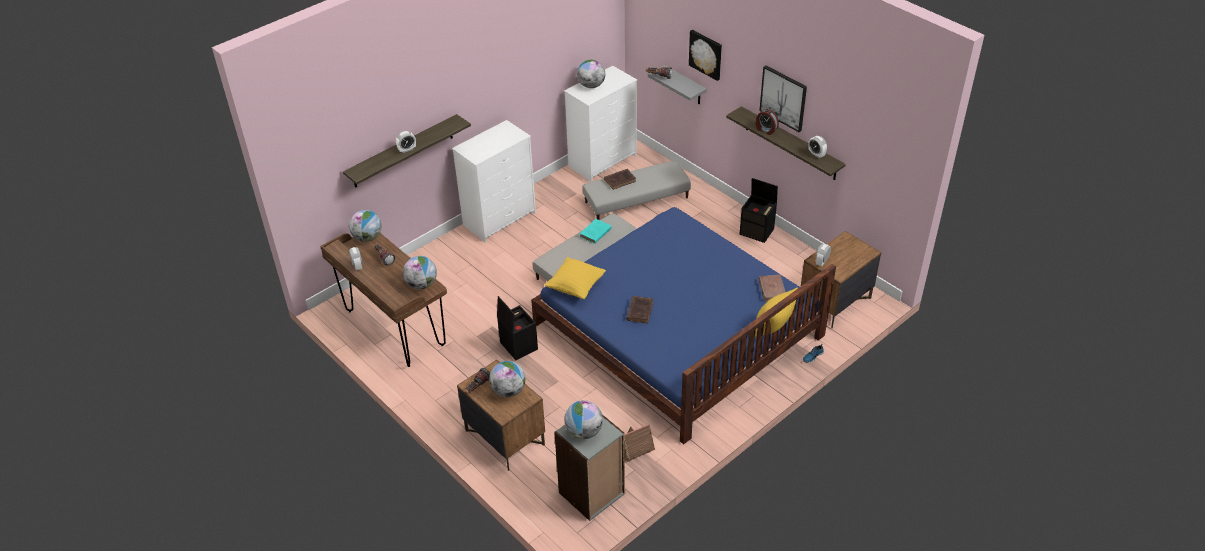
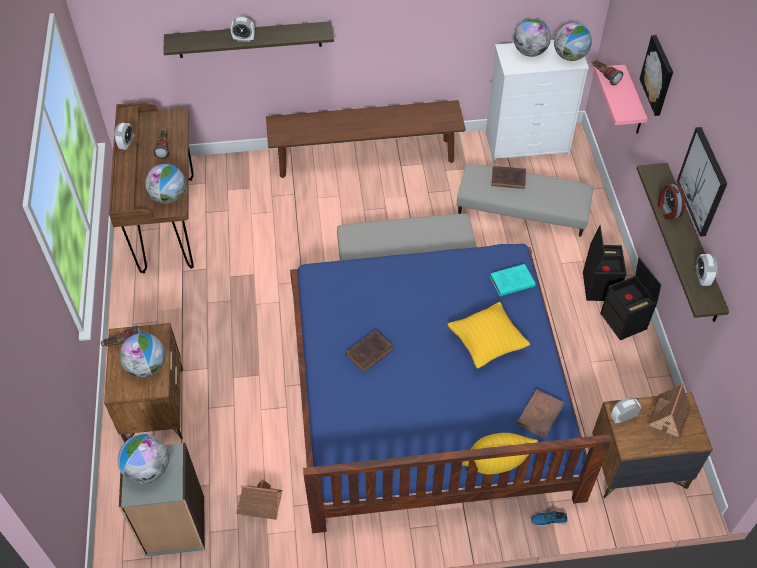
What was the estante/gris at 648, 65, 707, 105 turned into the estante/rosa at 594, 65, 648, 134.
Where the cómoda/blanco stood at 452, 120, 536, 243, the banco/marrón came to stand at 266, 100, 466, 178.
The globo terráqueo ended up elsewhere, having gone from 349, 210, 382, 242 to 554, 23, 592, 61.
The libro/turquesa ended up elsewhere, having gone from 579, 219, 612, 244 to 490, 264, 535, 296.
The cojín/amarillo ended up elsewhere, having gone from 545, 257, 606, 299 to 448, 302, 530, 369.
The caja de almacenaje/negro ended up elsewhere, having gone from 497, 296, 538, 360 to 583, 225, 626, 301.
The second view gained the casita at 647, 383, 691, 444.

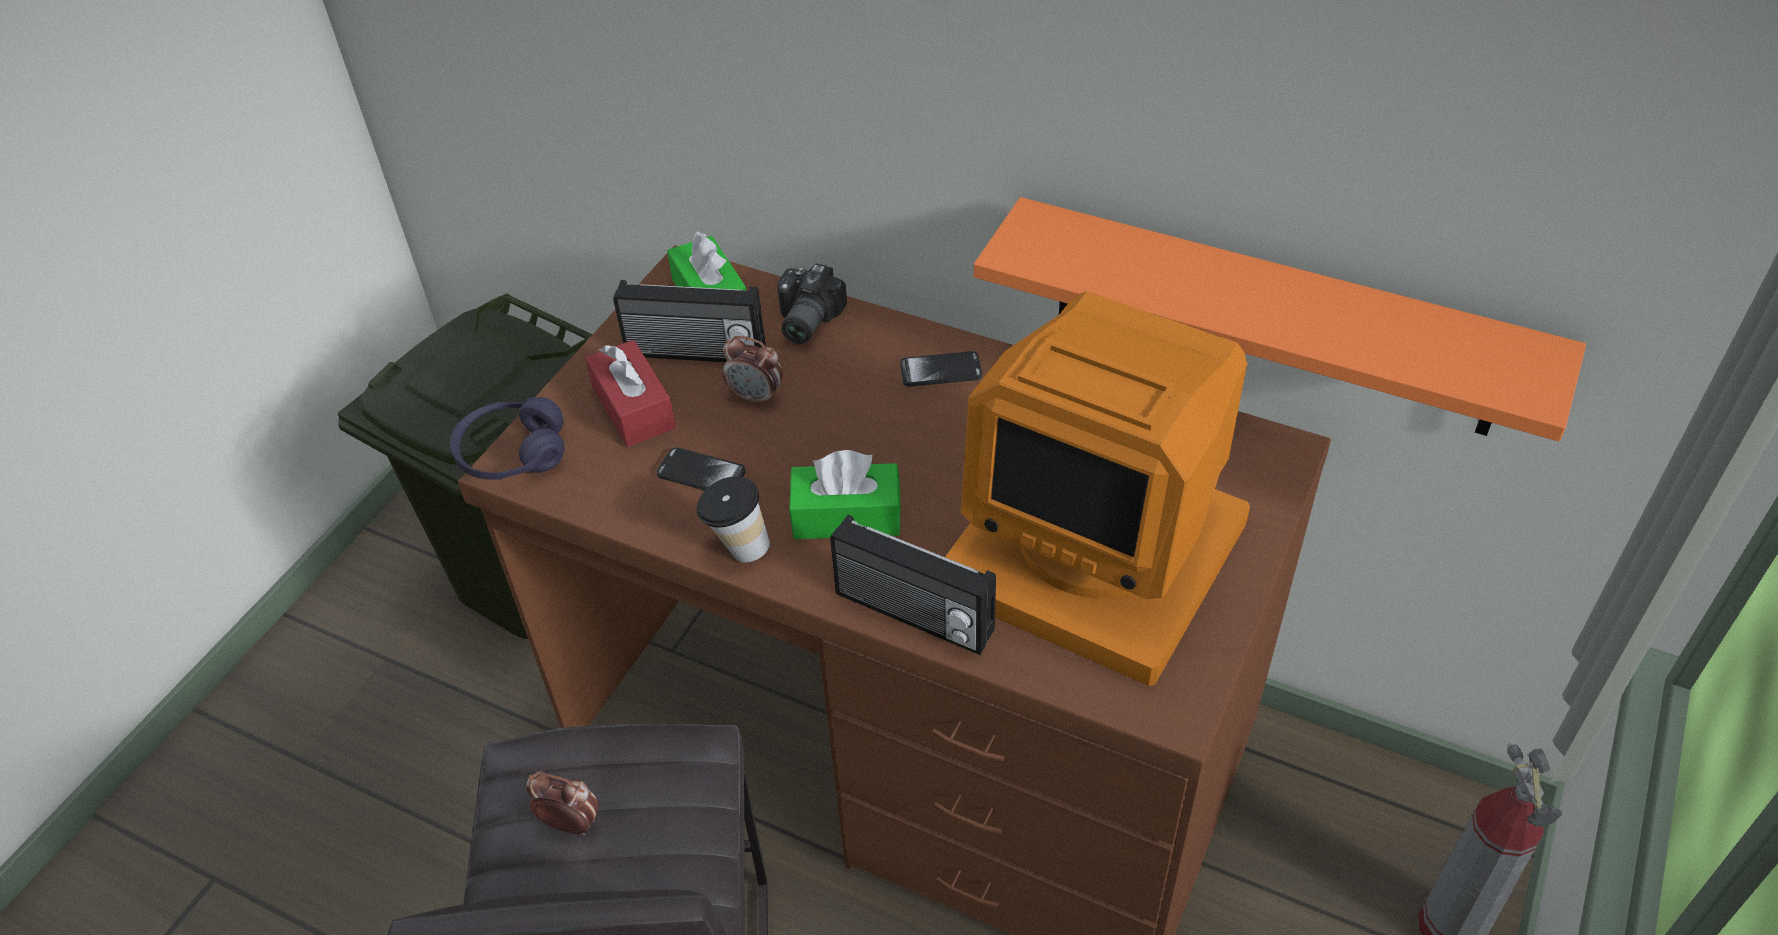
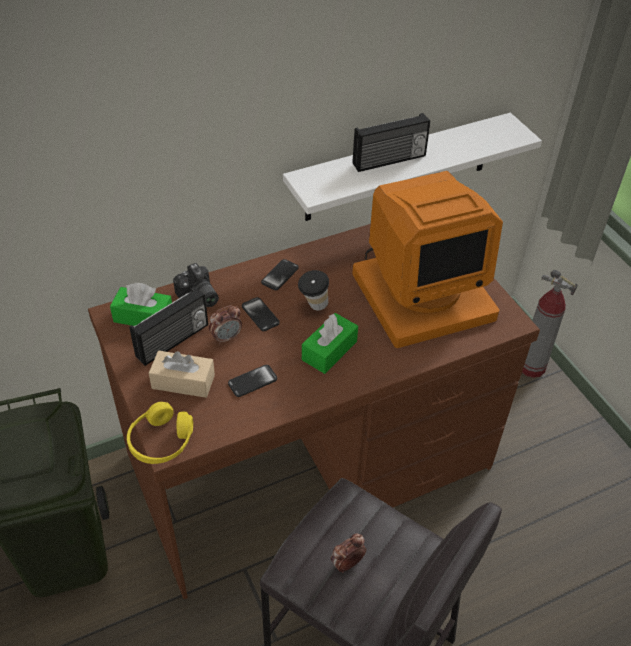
What was the estante/naranja at 974, 197, 1586, 441 turned into the estante/blanco at 283, 113, 542, 221.
What was the caja de pañuelos/rojo at 585, 340, 676, 447 turned into the caja de pañuelos/beis at 149, 351, 215, 398.
What was the auriculares/morado at 450, 397, 565, 480 turned into the auriculares/amarillo at 127, 402, 193, 464.
The taza ended up elsewhere, having gone from 697, 476, 770, 563 to 298, 270, 329, 310.
The radio ended up elsewhere, having gone from 830, 515, 996, 655 to 352, 113, 430, 172.
The second view gained the móvil at 242, 297, 279, 331.

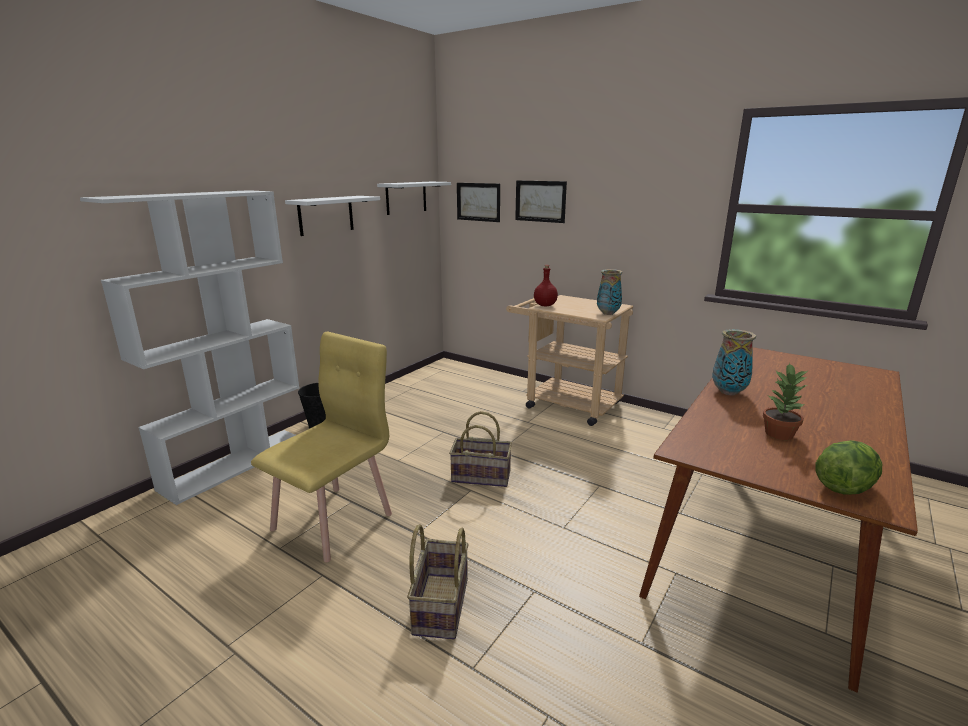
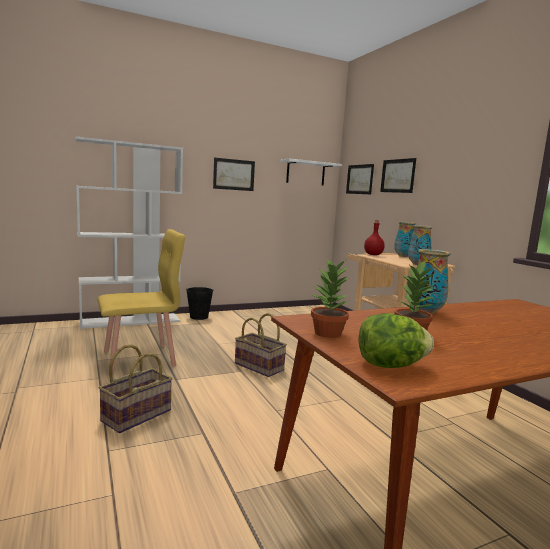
Where the estante/blanco hung at 285, 196, 380, 236, the cuadro came to hang at 213, 158, 255, 191.
The second view gained the florero at 394, 222, 416, 257.
The second view gained the planta en maceta at 311, 259, 349, 338.

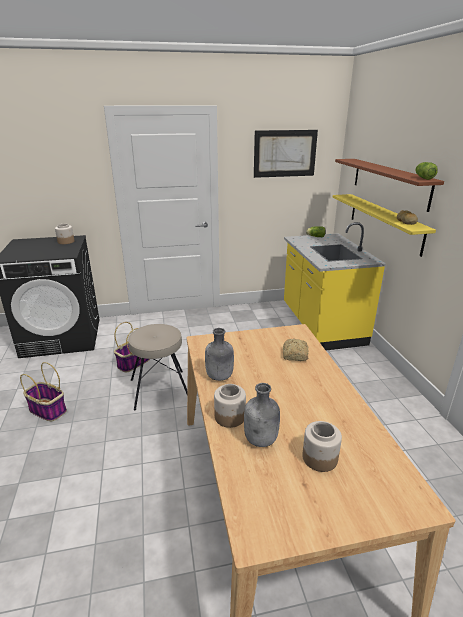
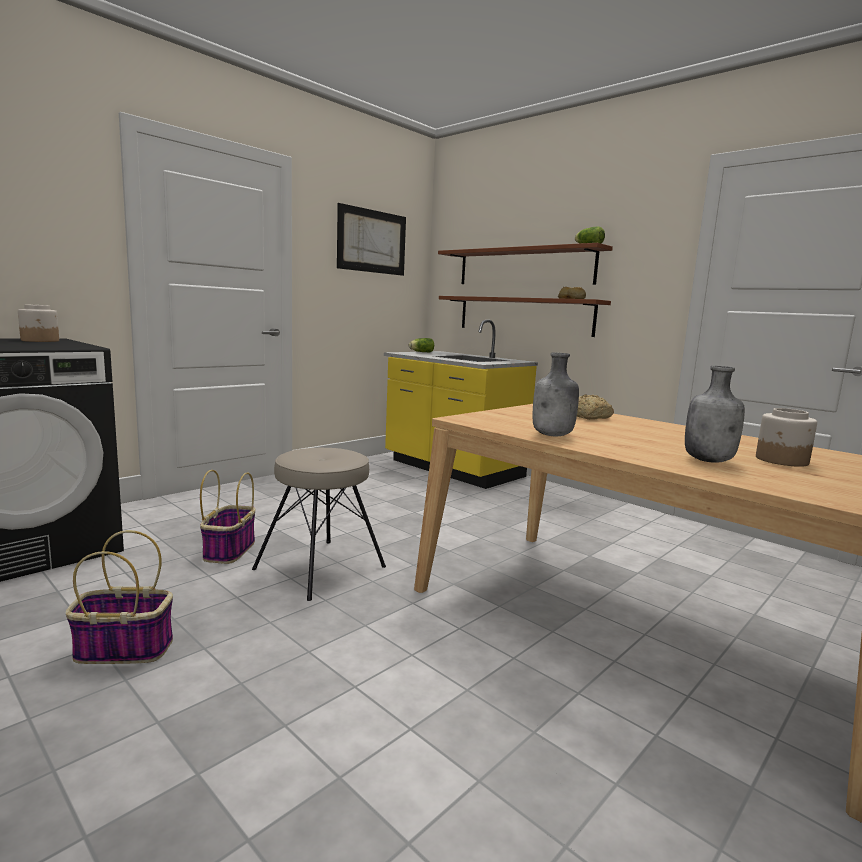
What was the estante/amarillo at 333, 194, 436, 257 turned into the estante/marrón at 439, 296, 611, 337.
The second view lost the tarro at 214, 384, 246, 428.

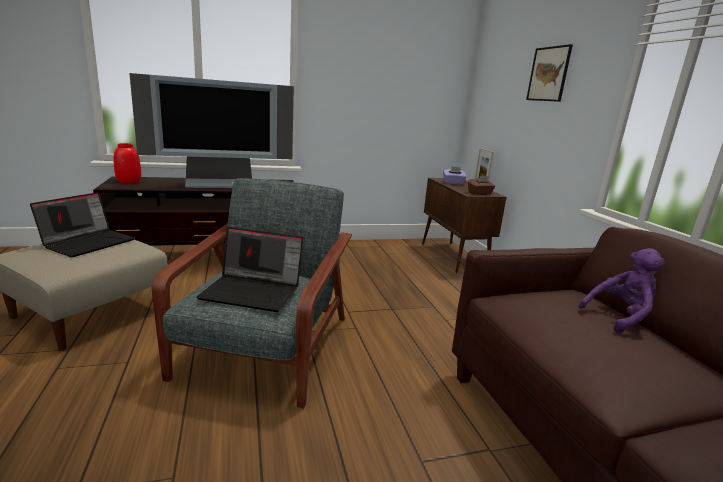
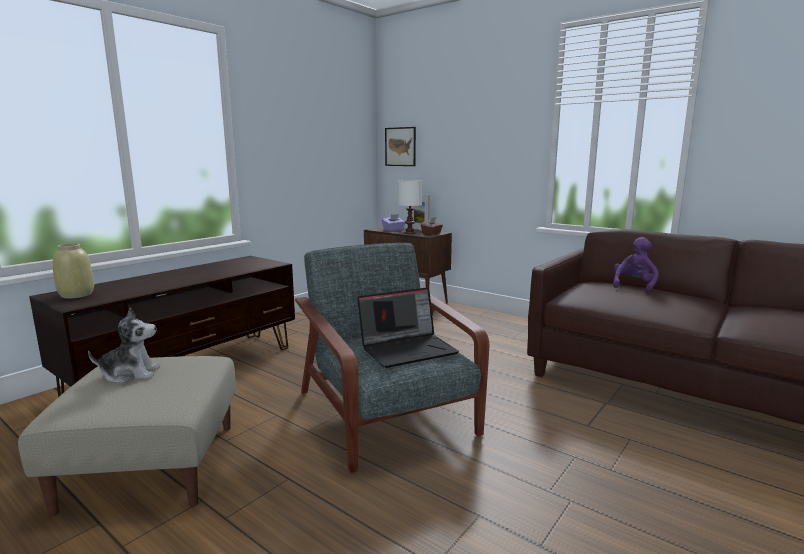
The cuadro ended up elsewhere, having gone from 526, 44, 573, 102 to 385, 127, 416, 166.
The second view lost the televisor at 129, 73, 294, 188.
What was the florero/rojo at 114, 143, 141, 183 turned into the florero/beis at 53, 243, 94, 299.
Where the portátil stood at 30, 192, 135, 257, the peluche came to stand at 88, 307, 160, 383.
The second view gained the lámpara de mesa/blanco at 398, 180, 422, 234.

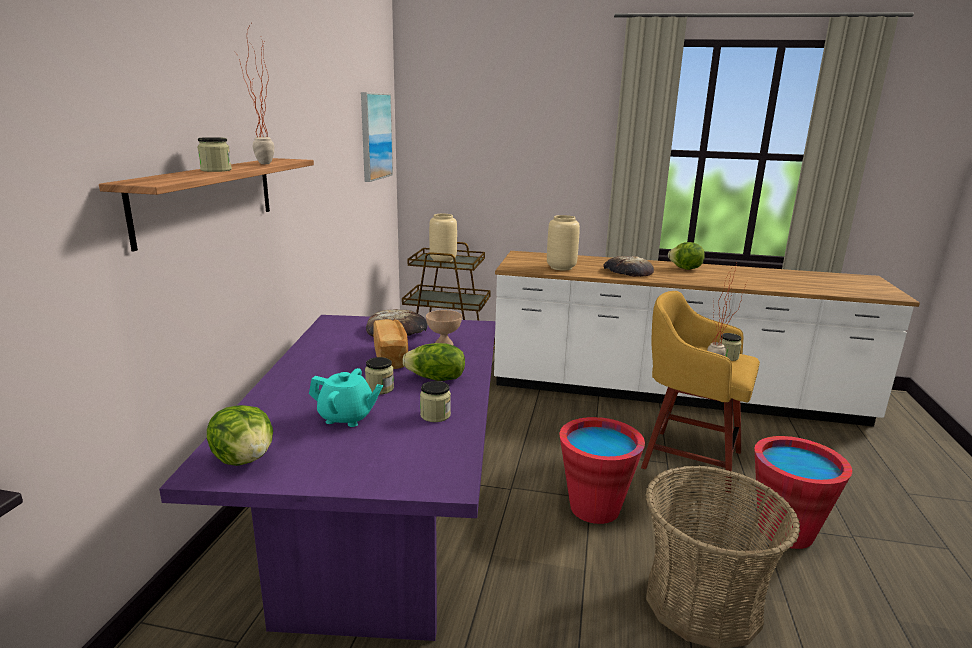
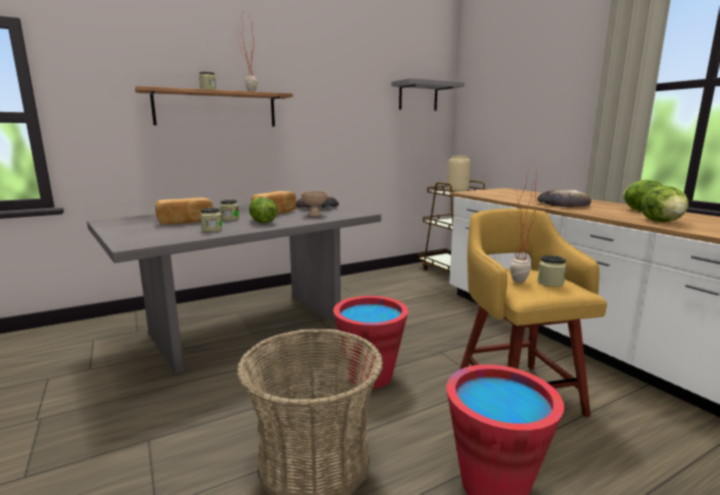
Where the cuadro hung at 361, 92, 393, 182, the estante/gris came to hang at 391, 78, 465, 111.
The second view lost the florero/beis at 547, 215, 580, 271.
What was the mesa de comedor/morado at 159, 315, 495, 641 turned into the mesa de comedor/gris at 87, 200, 381, 374.
Where the tetera/turquesa stood at 309, 368, 383, 427, the pan came to stand at 155, 198, 213, 224.
The lechuga ended up elsewhere, having gone from 207, 405, 273, 466 to 641, 186, 689, 222.

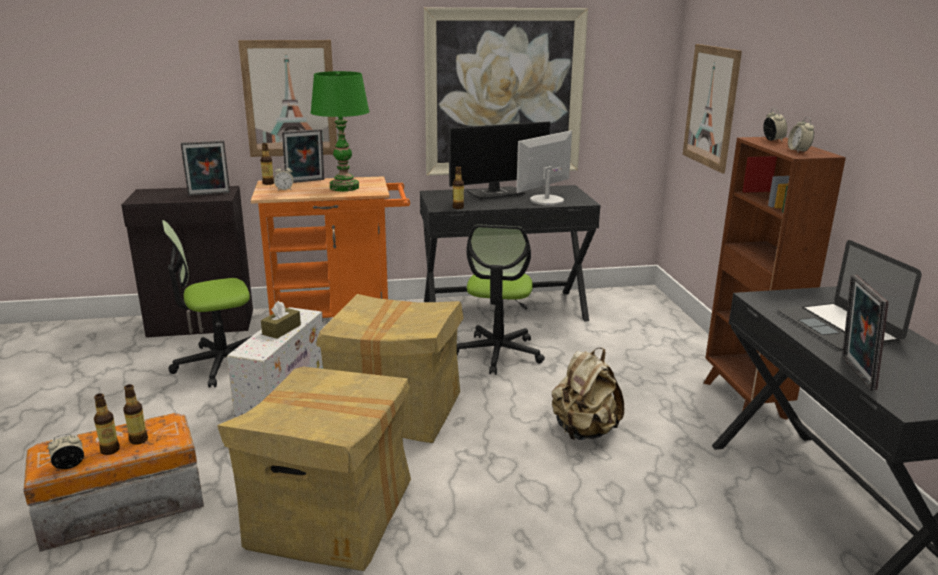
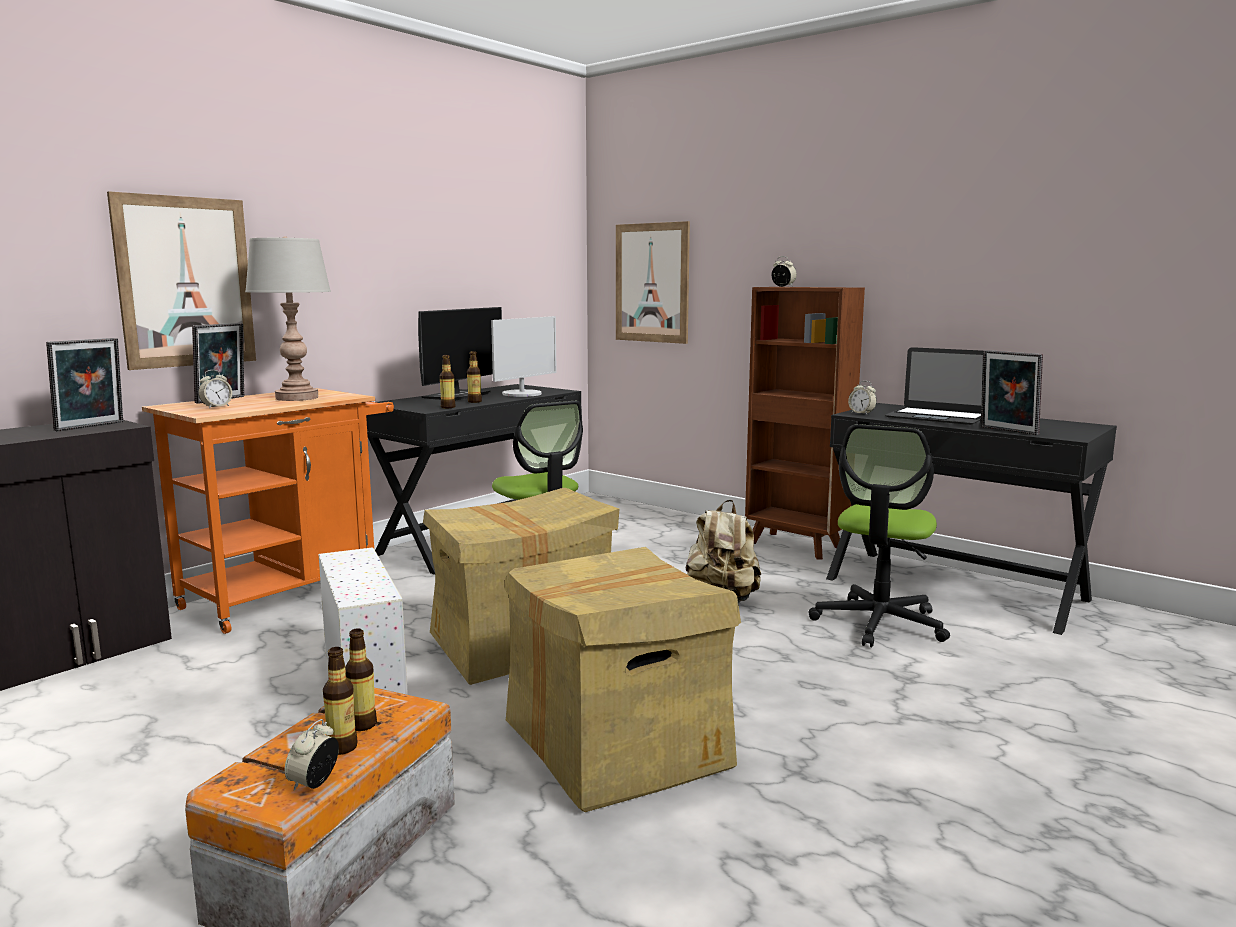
The second view lost the cuadro at 424, 8, 588, 176.
What was the lámpara de mesa/verde at 310, 71, 370, 191 turned into the lámpara de mesa/gris at 245, 236, 331, 401.
The despertador ended up elsewhere, having gone from 788, 117, 814, 152 to 848, 381, 877, 414.
The monitor at 516, 131, 572, 205 ended up facing another way, 150 degrees counterclockwise from before.
The botella ended up elsewhere, having gone from 260, 143, 274, 185 to 467, 351, 482, 403.
The silla de oficina ended up elsewhere, having gone from 162, 220, 252, 387 to 808, 424, 950, 647.
The second view lost the caja de pañuelos/marrón at 261, 301, 301, 339.

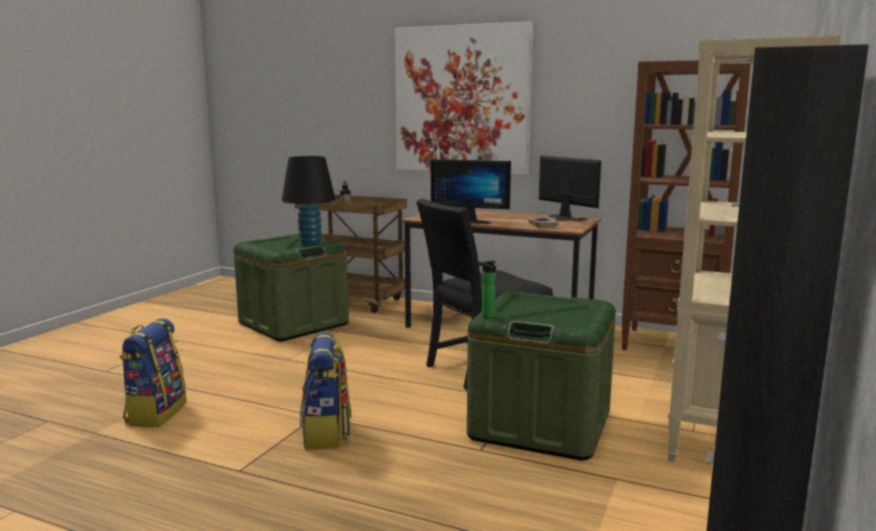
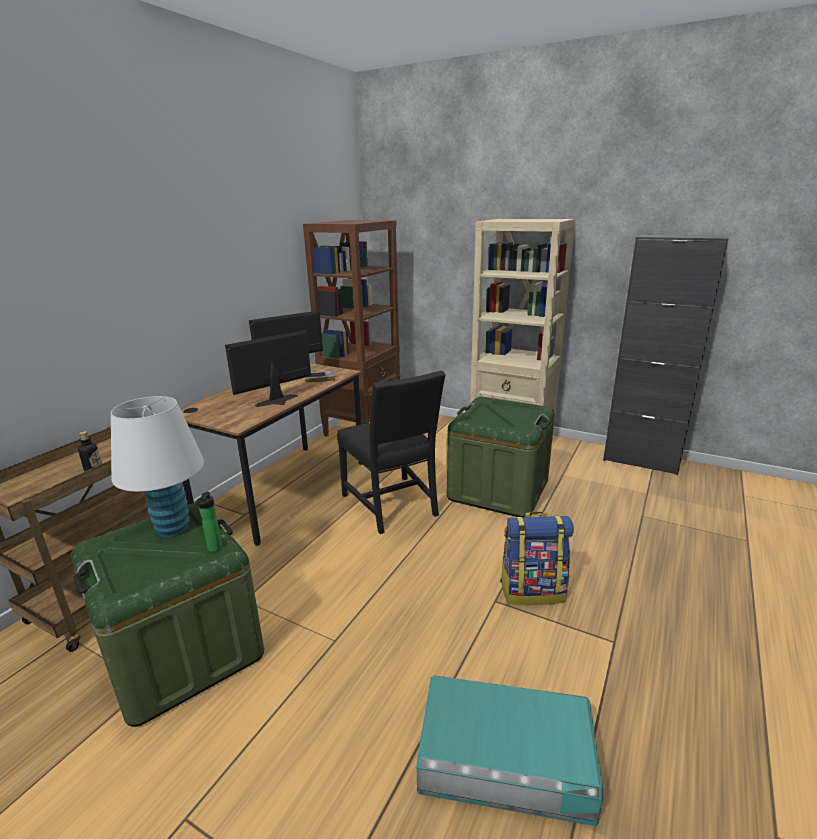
The second view lost the cuadro at 395, 21, 533, 175.
What was the lámpara de mesa/negro at 282, 156, 335, 246 turned into the lámpara de mesa/blanco at 111, 396, 204, 538.
The monitor at 431, 159, 511, 224 ended up facing another way, 150 degrees counterclockwise from before.
The botella ended up elsewhere, having gone from 477, 260, 496, 318 to 194, 491, 222, 552.
Where the mochila stood at 120, 318, 186, 427, the caja de almacenaje/turquesa came to stand at 417, 675, 604, 826.

